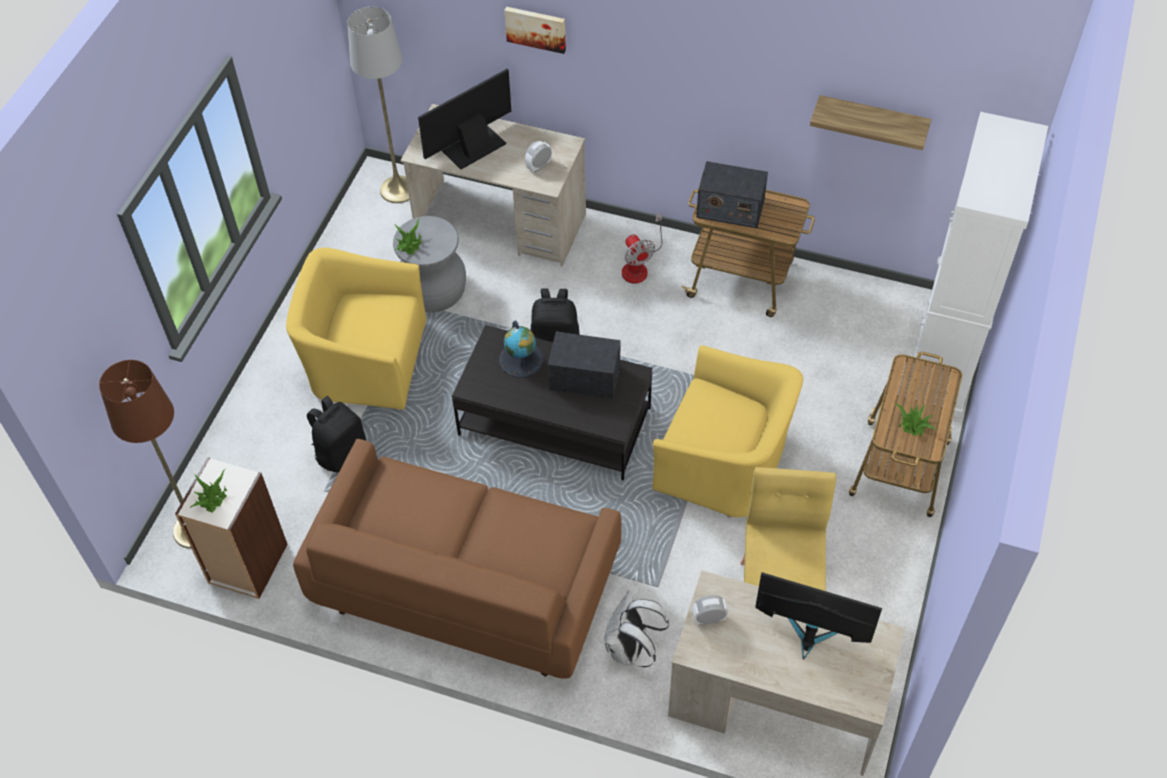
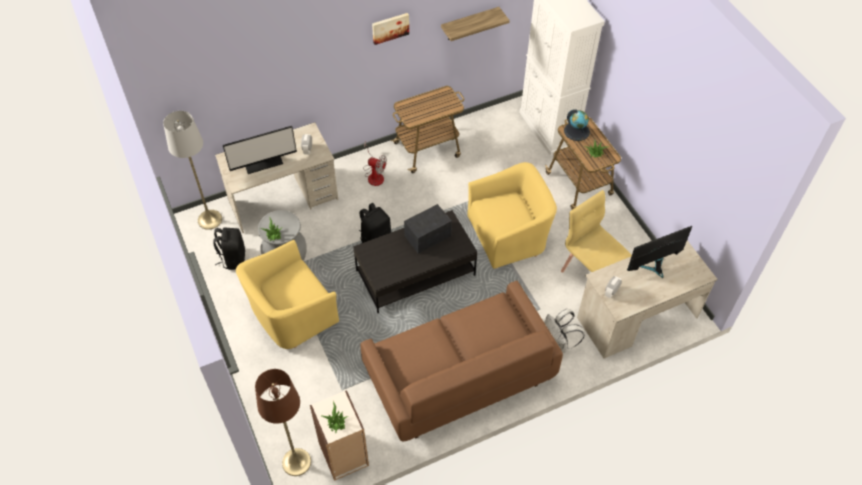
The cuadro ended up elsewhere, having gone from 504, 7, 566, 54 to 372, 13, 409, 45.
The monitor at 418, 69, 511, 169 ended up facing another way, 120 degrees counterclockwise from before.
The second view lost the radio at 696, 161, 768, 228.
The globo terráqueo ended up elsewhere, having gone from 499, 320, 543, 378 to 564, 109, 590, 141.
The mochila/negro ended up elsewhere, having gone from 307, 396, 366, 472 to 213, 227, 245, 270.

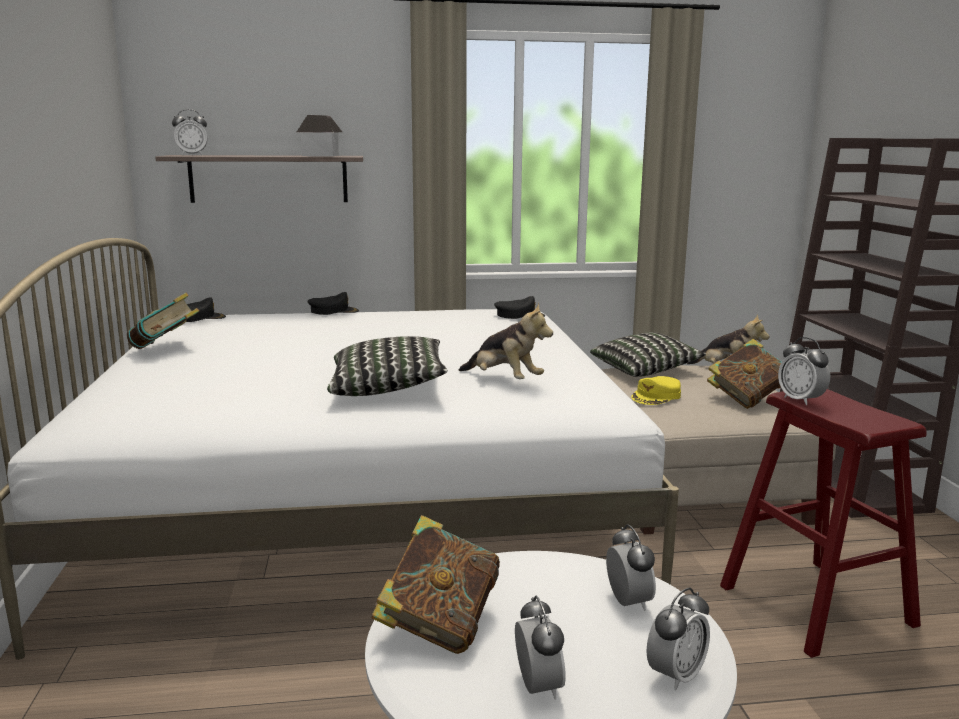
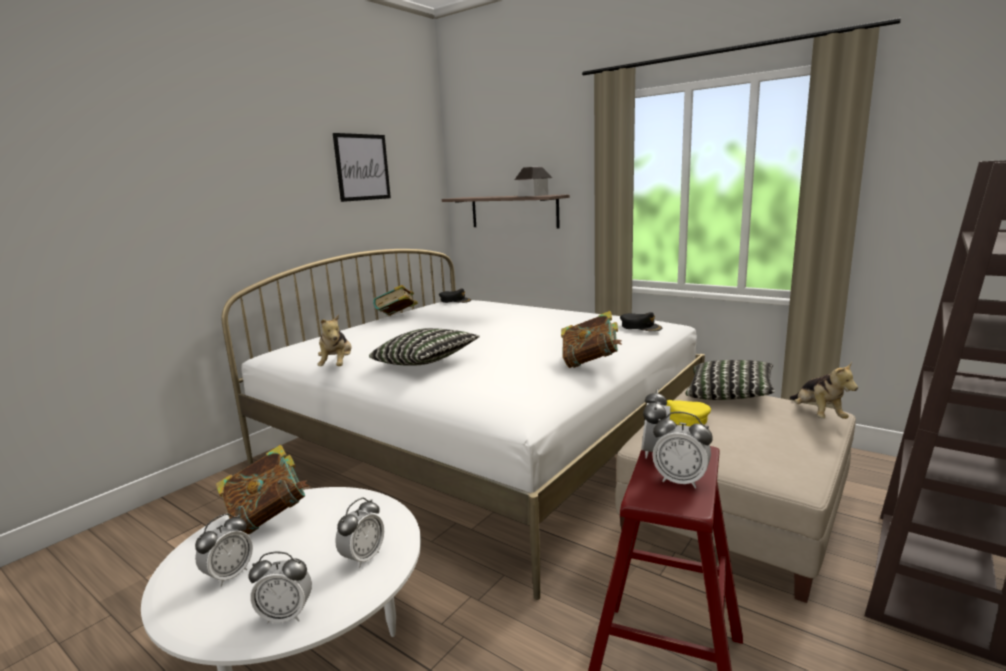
The despertador ended up elsewhere, having gone from 172, 109, 207, 155 to 652, 412, 713, 489.
The second view lost the gorra/negro at 308, 292, 359, 315.
The peluche ended up elsewhere, having gone from 459, 303, 553, 379 to 317, 314, 352, 366.
The libro ended up elsewhere, having gone from 707, 339, 782, 409 to 561, 311, 622, 368.
The second view gained the cuadro at 333, 133, 391, 202.

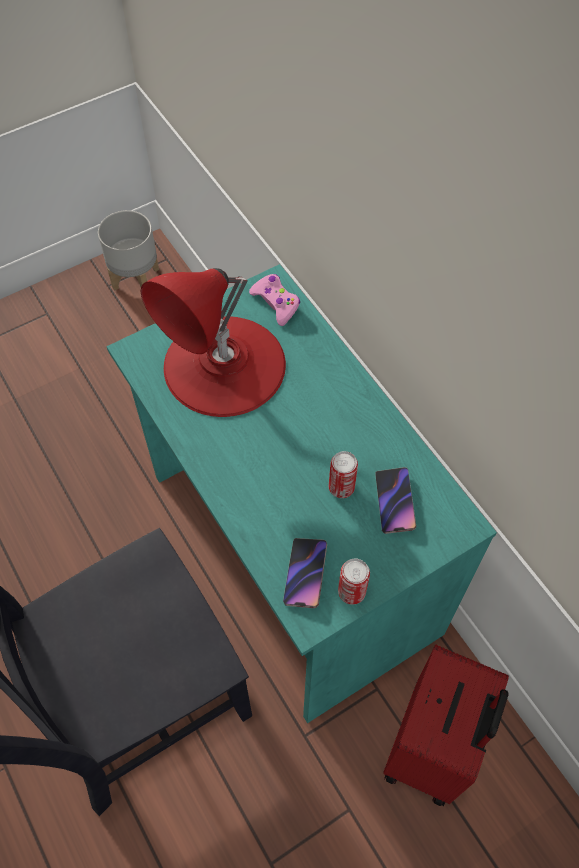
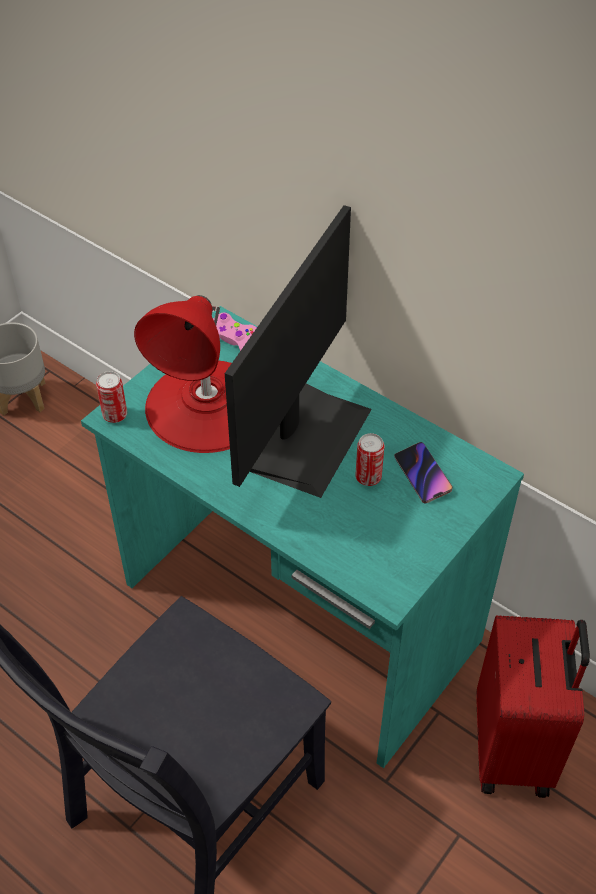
The second view lost the móvil at 283, 538, 327, 608.
The lata ended up elsewhere, having gone from 338, 558, 370, 605 to 96, 371, 127, 423.
The second view gained the monitor at 225, 205, 372, 498.

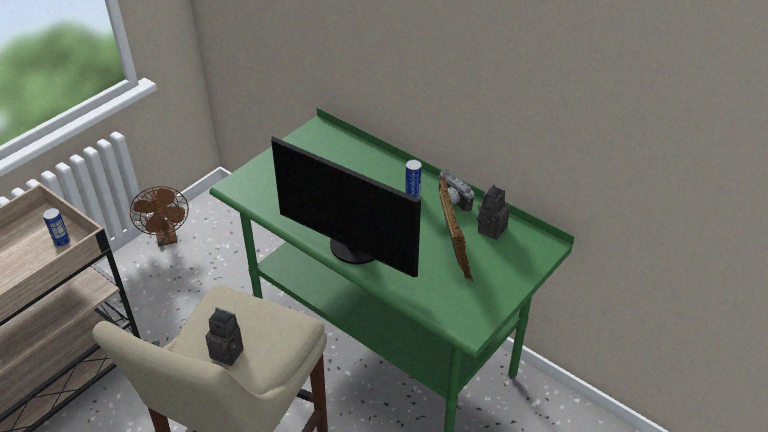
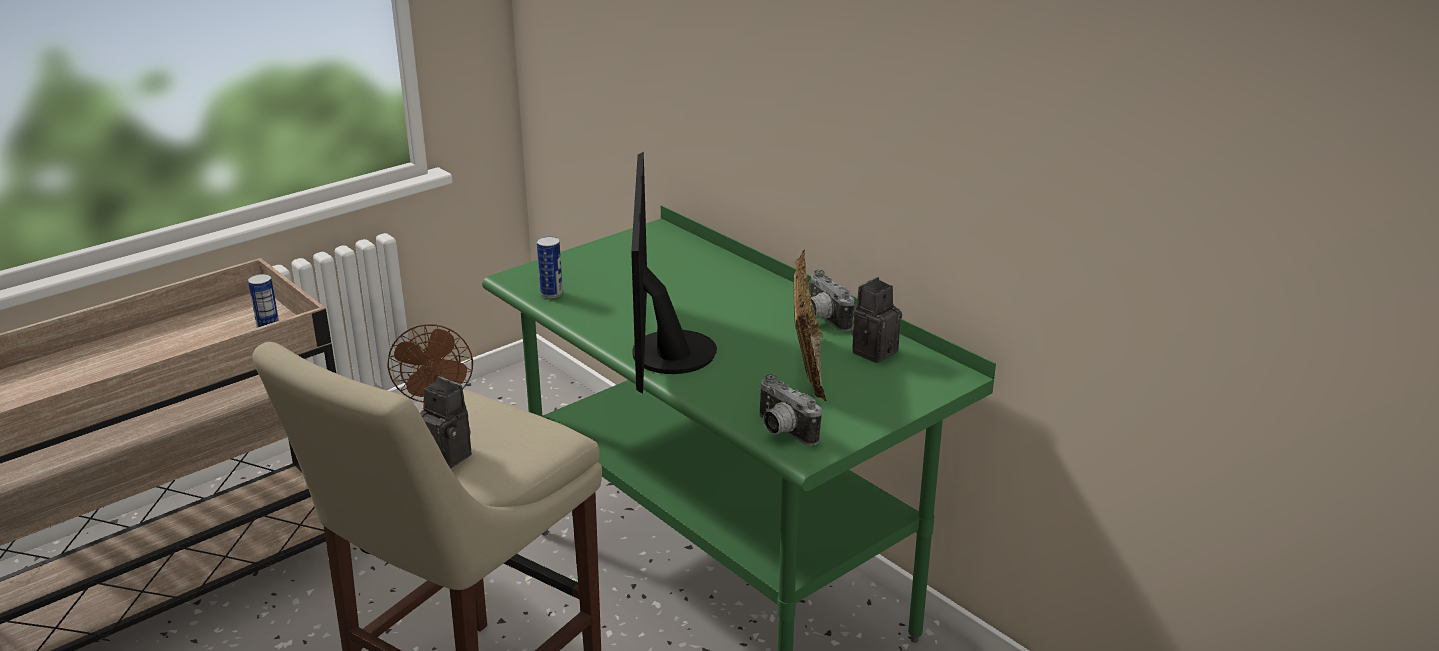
The monitor at 271, 136, 421, 277 ended up facing another way, 45 degrees clockwise from before.
The lata ended up elsewhere, having gone from 405, 160, 422, 198 to 537, 236, 563, 298.
The second view gained the cámara at 758, 374, 822, 446.

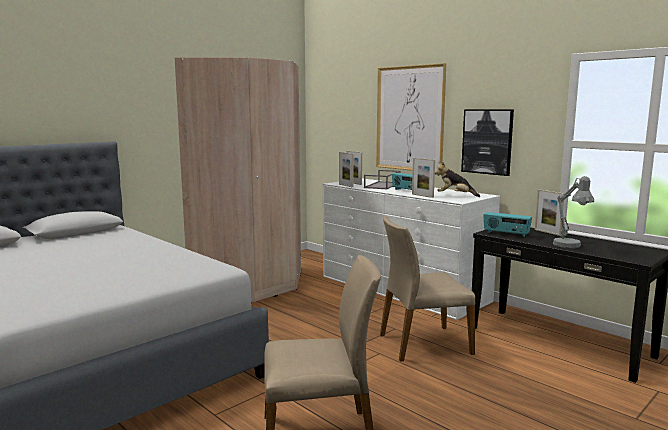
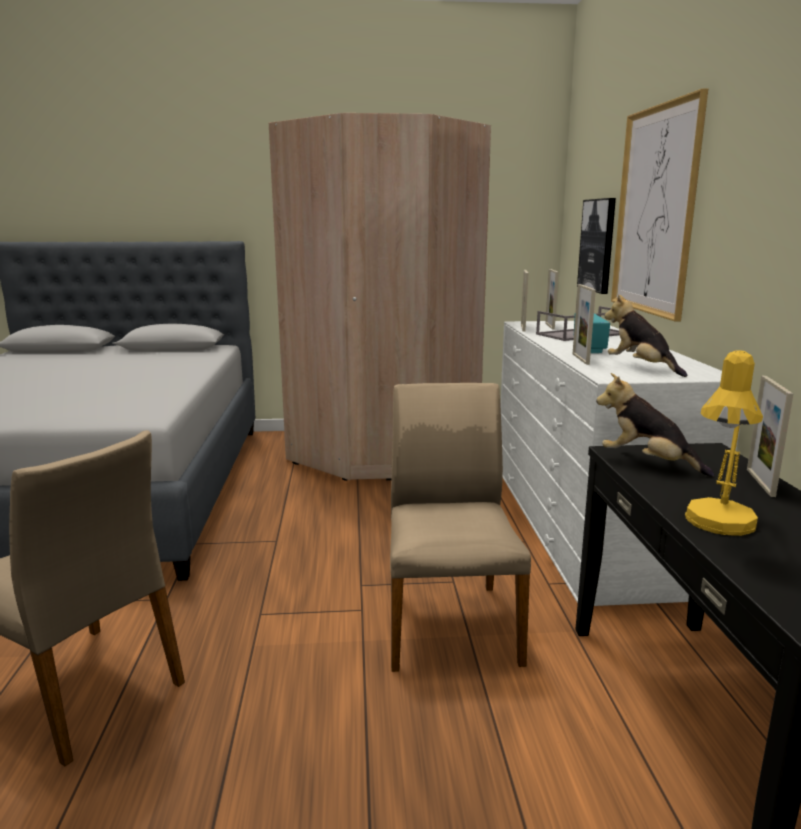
The cuadro ended up elsewhere, having gone from 461, 110, 514, 176 to 577, 198, 616, 294.
What was the lámpara de mesa/gris at 553, 176, 594, 248 turned into the lámpara de mesa/amarillo at 685, 350, 763, 536.
Where the radio stood at 483, 212, 532, 237, the peluche came to stand at 596, 373, 714, 477.
The silla/beis at 380, 216, 475, 362 ended up facing another way, 60 degrees clockwise from before.

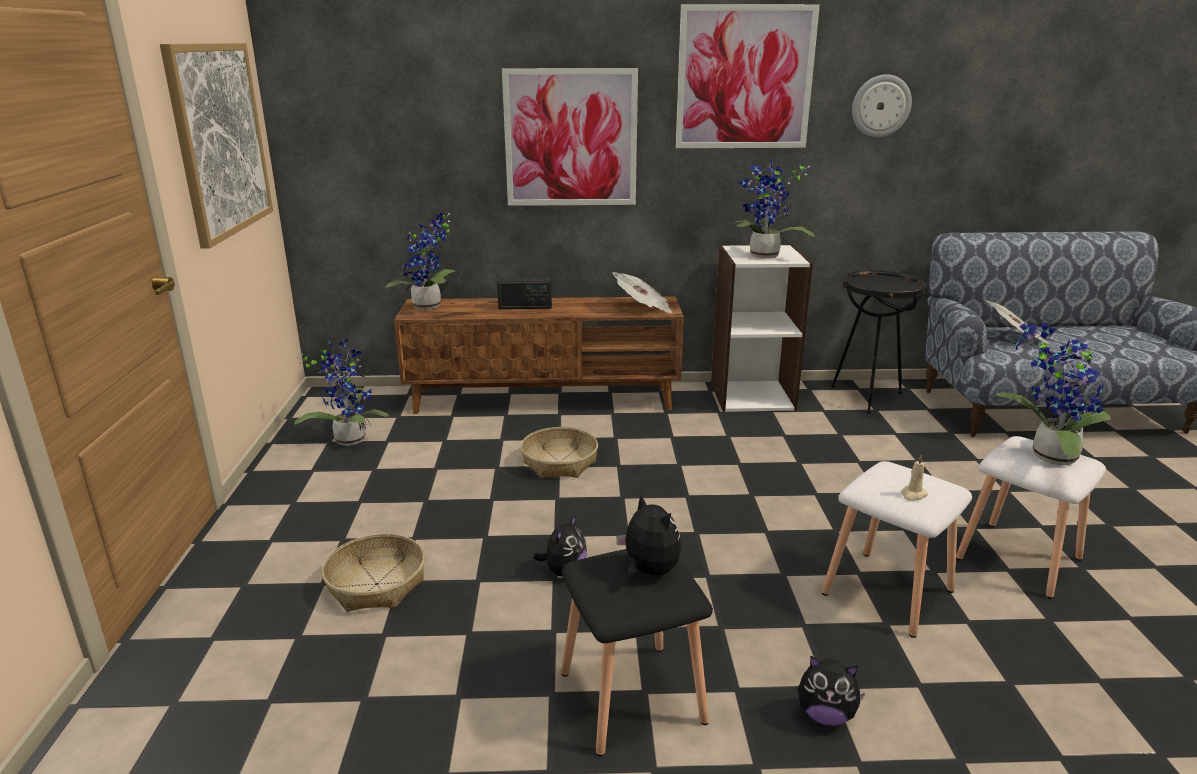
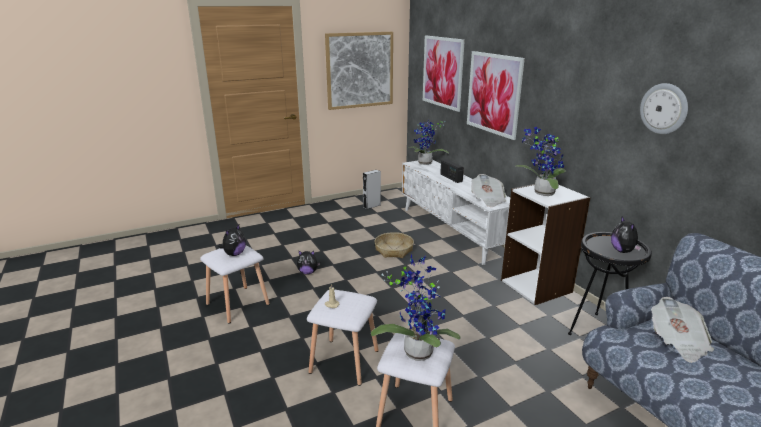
The cuadro ended up elsewhere, having gone from 676, 4, 820, 148 to 423, 35, 465, 112.
What was the mueble de televisión/marrón at 394, 296, 684, 414 turned into the mueble de televisión/blanco at 402, 159, 510, 265.
Where the planta en maceta stood at 294, 338, 389, 446, the altavoz/gris came to stand at 363, 170, 381, 209.
The second view lost the cesta at 322, 534, 425, 612.
What was the taburete/negro at 561, 549, 713, 756 turned into the taburete/blanco at 200, 245, 270, 324.
The peluche ended up elsewhere, having gone from 798, 656, 865, 726 to 611, 217, 641, 253.

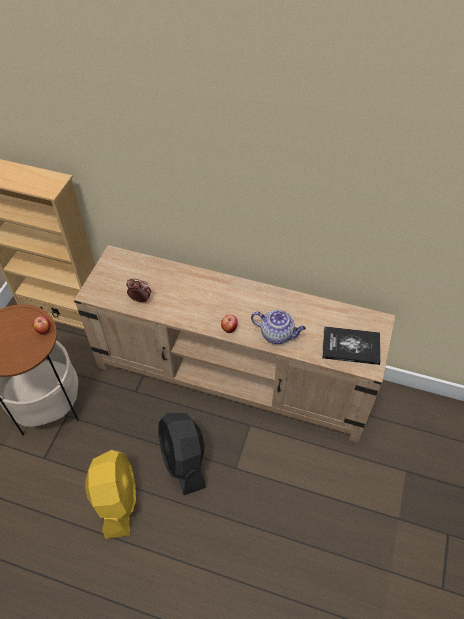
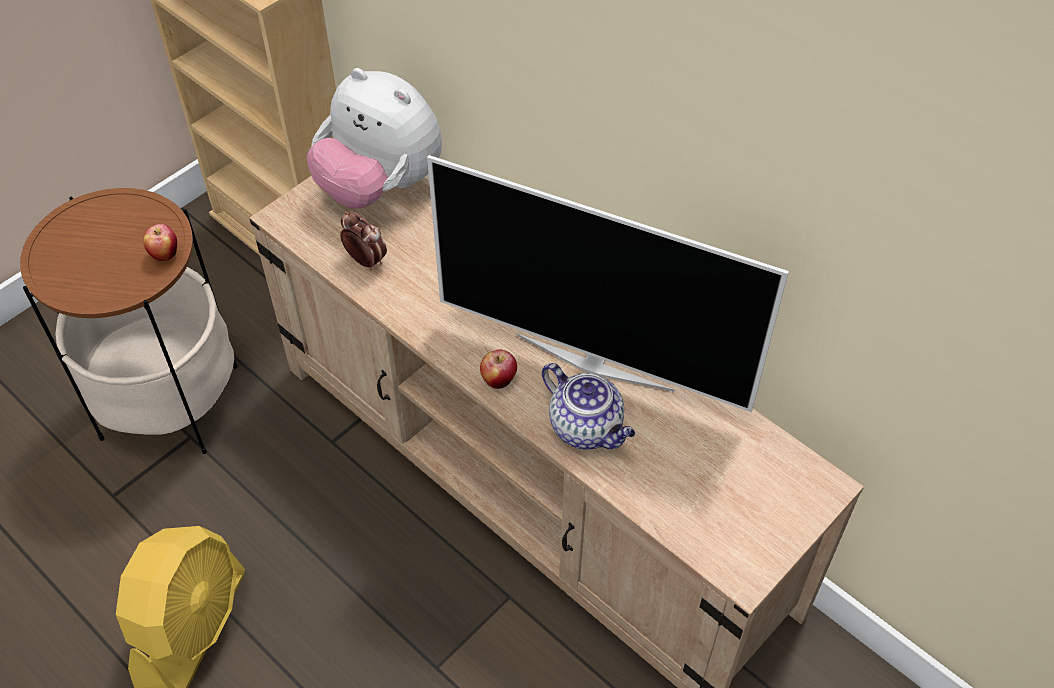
The second view lost the libro at 322, 326, 381, 365.
The second view lost the ventilador/negro at 159, 413, 206, 495.
The second view gained the peluche at 307, 68, 442, 209.
The second view gained the televisor at 427, 155, 789, 412.

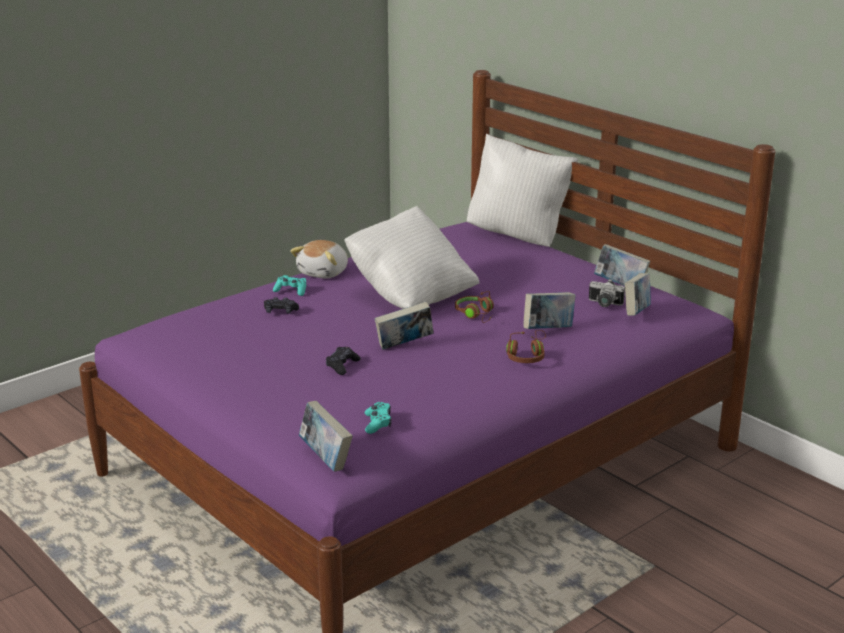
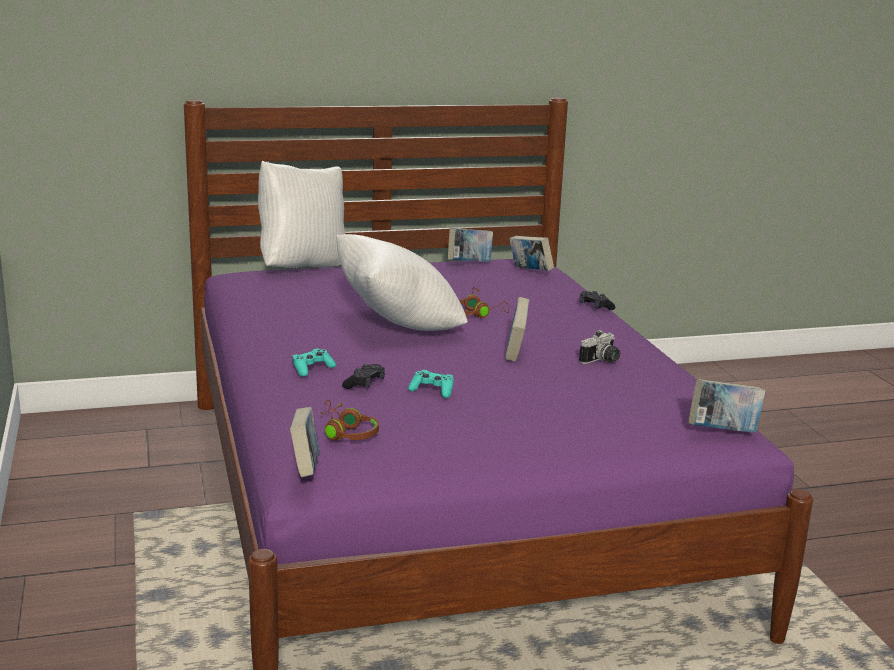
The second view lost the peluche at 290, 240, 348, 279.
The cámara ended up elsewhere, having gone from 589, 279, 625, 307 to 579, 330, 620, 364.
The libro ended up elsewhere, having gone from 523, 292, 576, 329 to 290, 407, 319, 477.
The auriculares/marrón ended up elsewhere, having gone from 506, 330, 546, 363 to 320, 400, 379, 440.
The mando de consola/negro ended up elsewhere, having gone from 326, 347, 360, 375 to 579, 291, 615, 310.
The mando de consola/turquesa ended up elsewhere, having gone from 365, 402, 392, 434 to 408, 370, 454, 398.

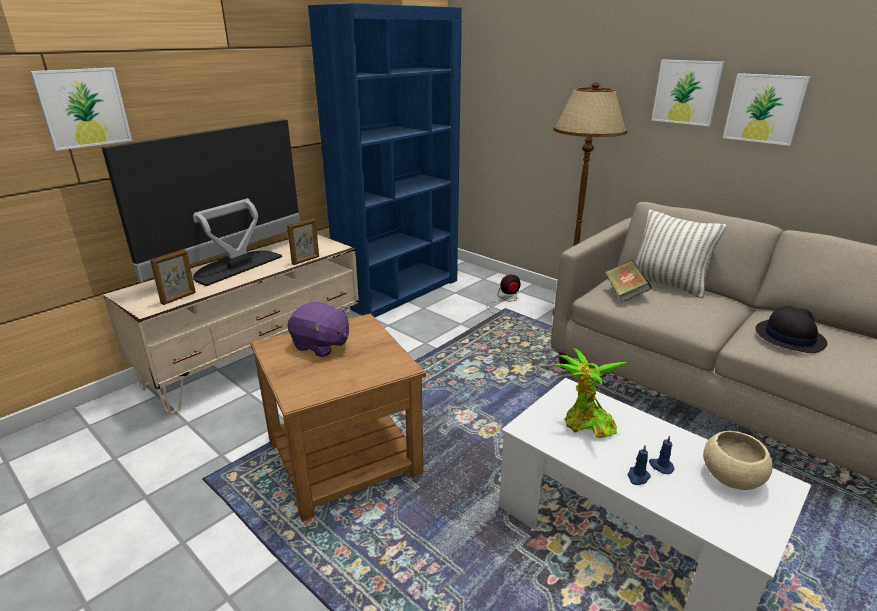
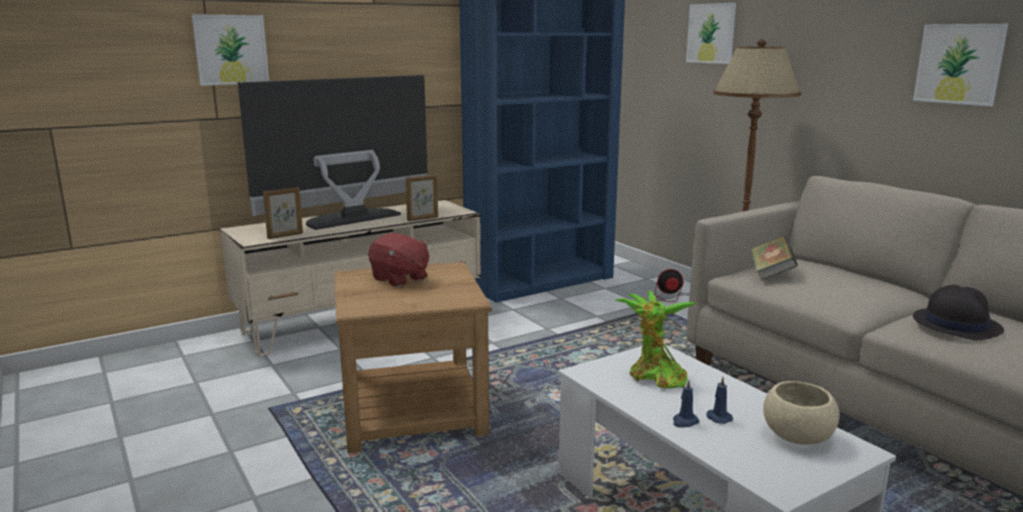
The cuadro ended up elsewhere, having gone from 652, 60, 724, 126 to 686, 3, 736, 64.
The second view lost the cojín at 635, 209, 726, 298.
What was the peluche/morado at 288, 302, 349, 357 turned into the peluche/rojo at 368, 233, 430, 287.

